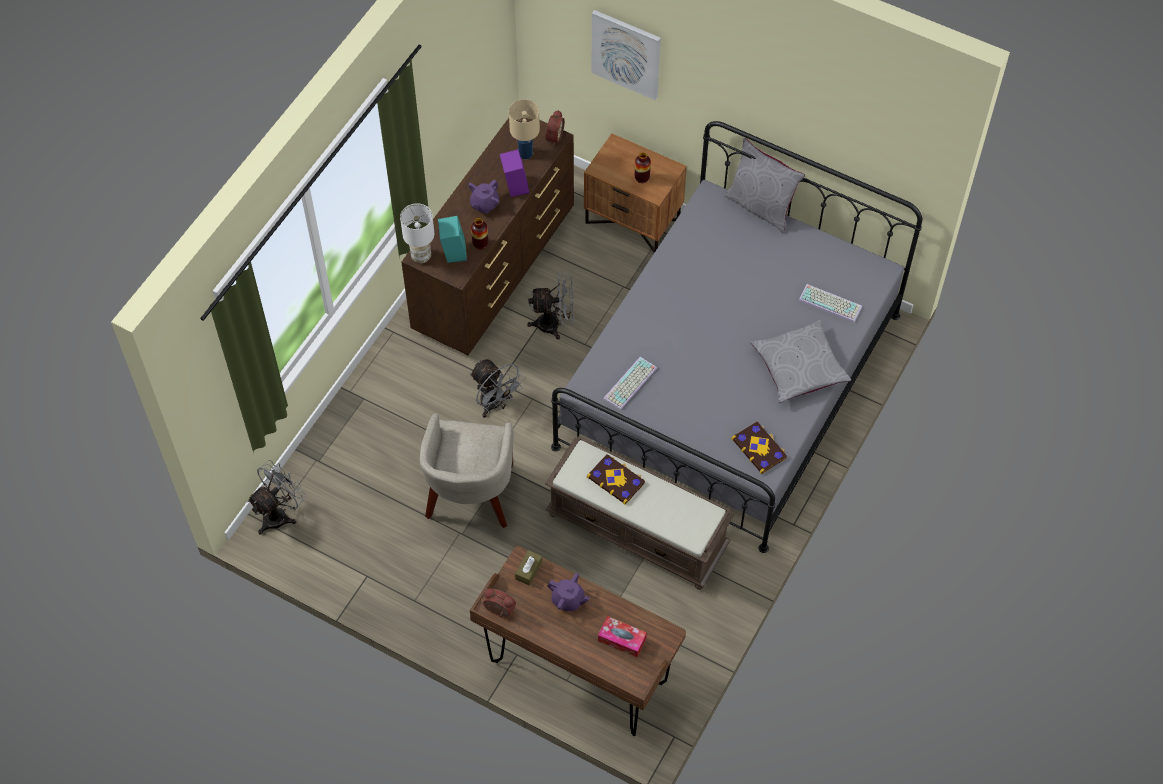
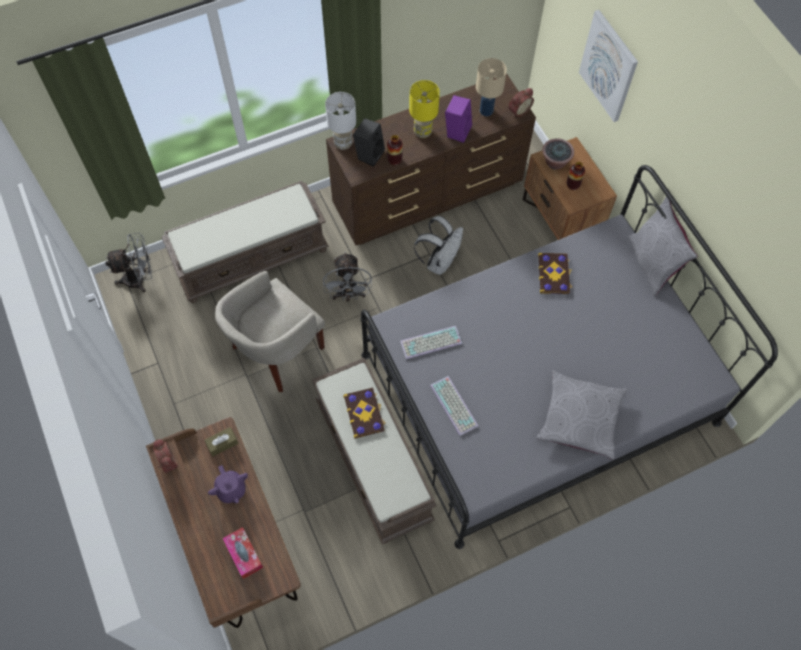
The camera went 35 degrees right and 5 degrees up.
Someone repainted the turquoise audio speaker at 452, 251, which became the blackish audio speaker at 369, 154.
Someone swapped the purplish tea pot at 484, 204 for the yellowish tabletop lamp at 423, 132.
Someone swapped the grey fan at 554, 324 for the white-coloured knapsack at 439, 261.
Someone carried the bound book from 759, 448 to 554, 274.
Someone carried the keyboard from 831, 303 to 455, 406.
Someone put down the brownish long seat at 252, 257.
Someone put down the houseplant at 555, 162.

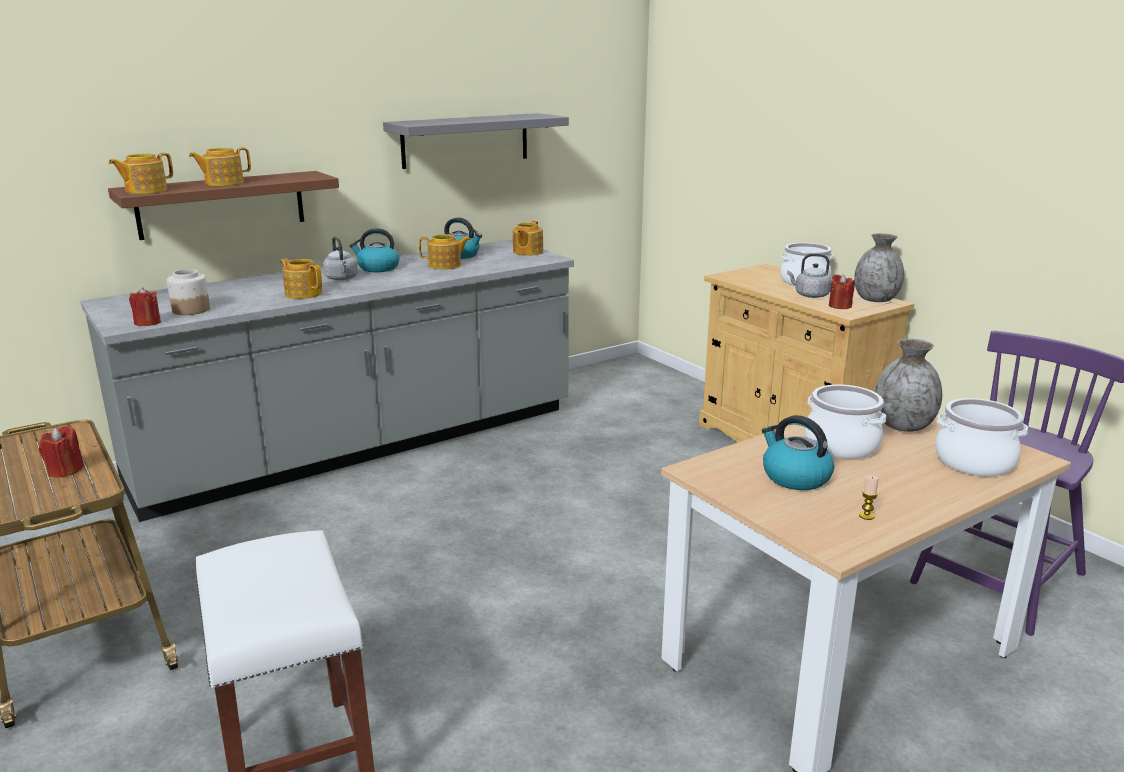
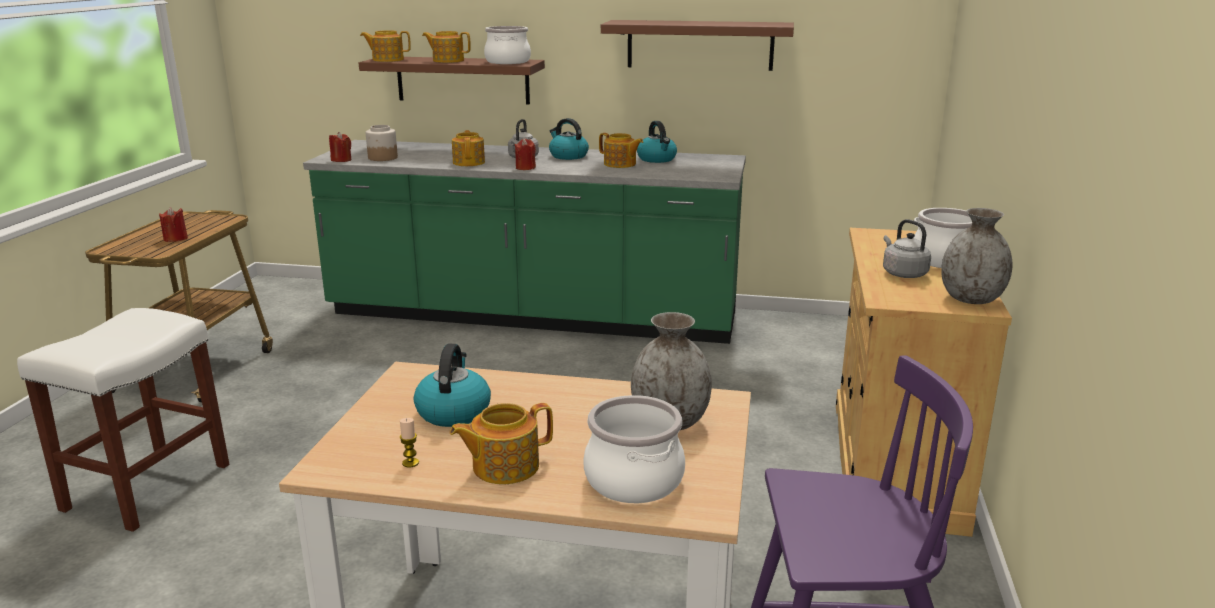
The camera went 45 degrees right and 0 degrees up.
Someone repainted the grey kitchen base unit at 362, 446, which became the green kitchen base unit at 533, 316.
Someone repainted the grey shelf at 465, 140, which became the brownish shelf at 700, 45.
Someone carried the tea pot from 527, 252 to 504, 466.
Someone carried the saucepot from 840, 446 to 507, 62.
Someone carried the red wax light from 840, 306 to 525, 168.

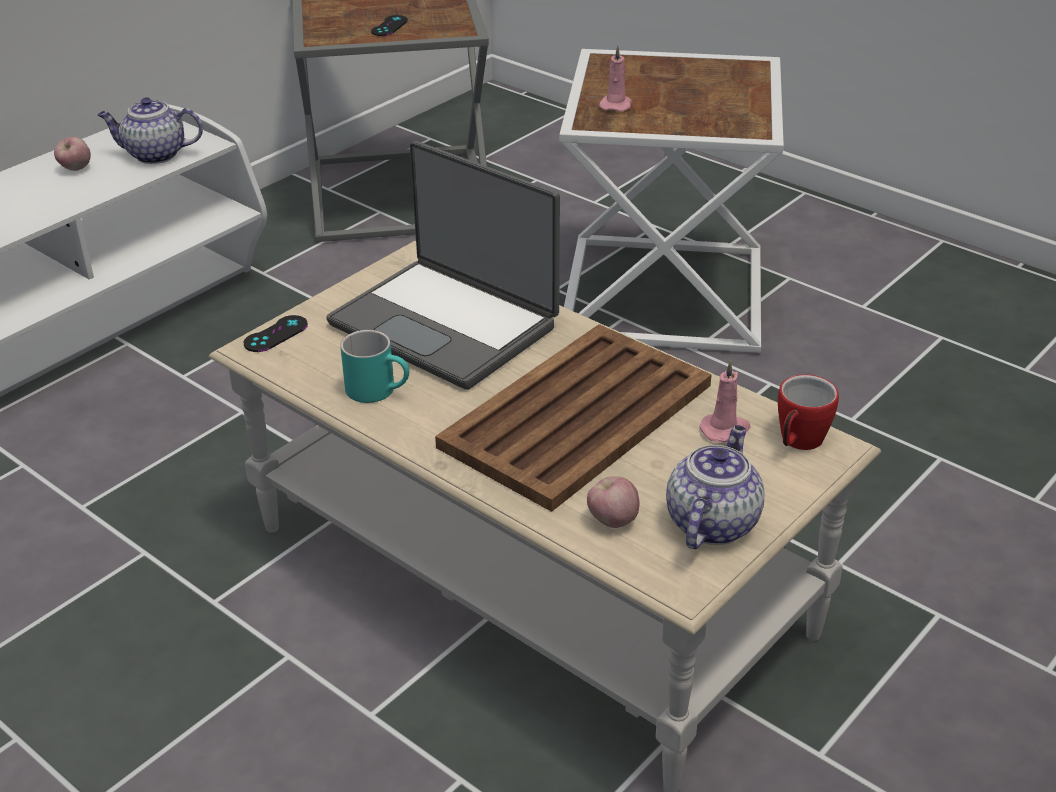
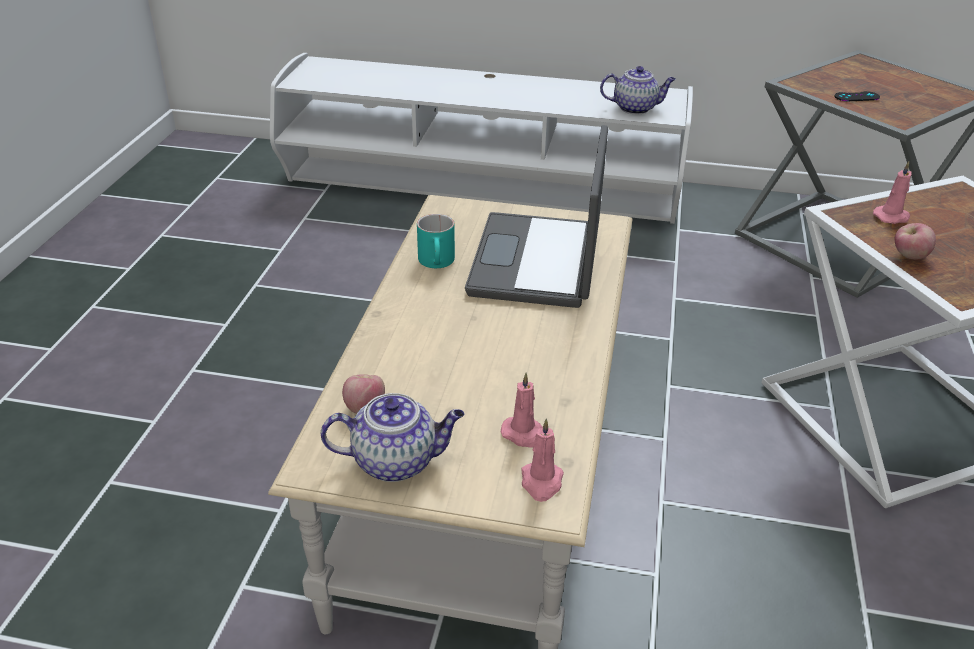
The camera went 60 degrees right and 0 degrees up.
Someone carried the apple from 76, 169 to 909, 257.
Someone rotated the tea pot at 154, 155 by 120 degrees clockwise.
Someone took away the blackish gamepad at 276, 334.
Someone took away the brownish tray at 574, 417.
Someone swapped the mug at 798, 442 for the pink wax light at 541, 482.

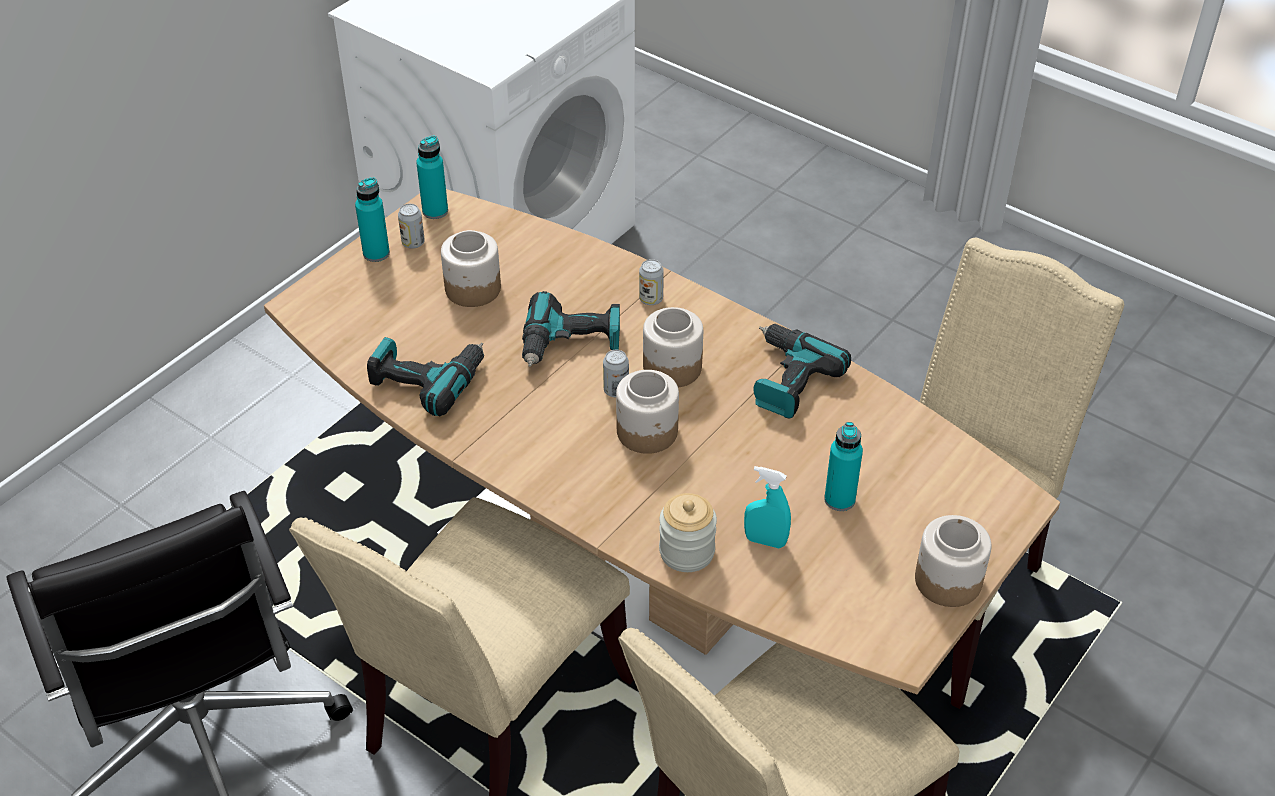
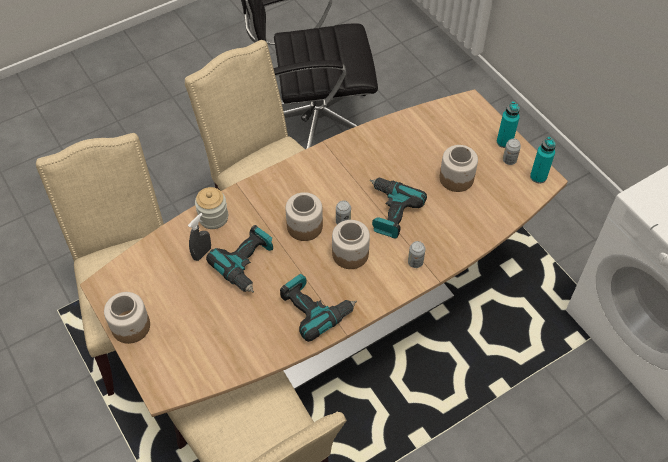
The camera went 110 degrees right and 10 degrees up.
Someone carried the drill from 427, 379 to 247, 264.
Someone repainted the turquoise sprayer at 765, 541, which became the grey sprayer at 202, 253.
Someone took away the turquoise beverage bottle at 839, 499.

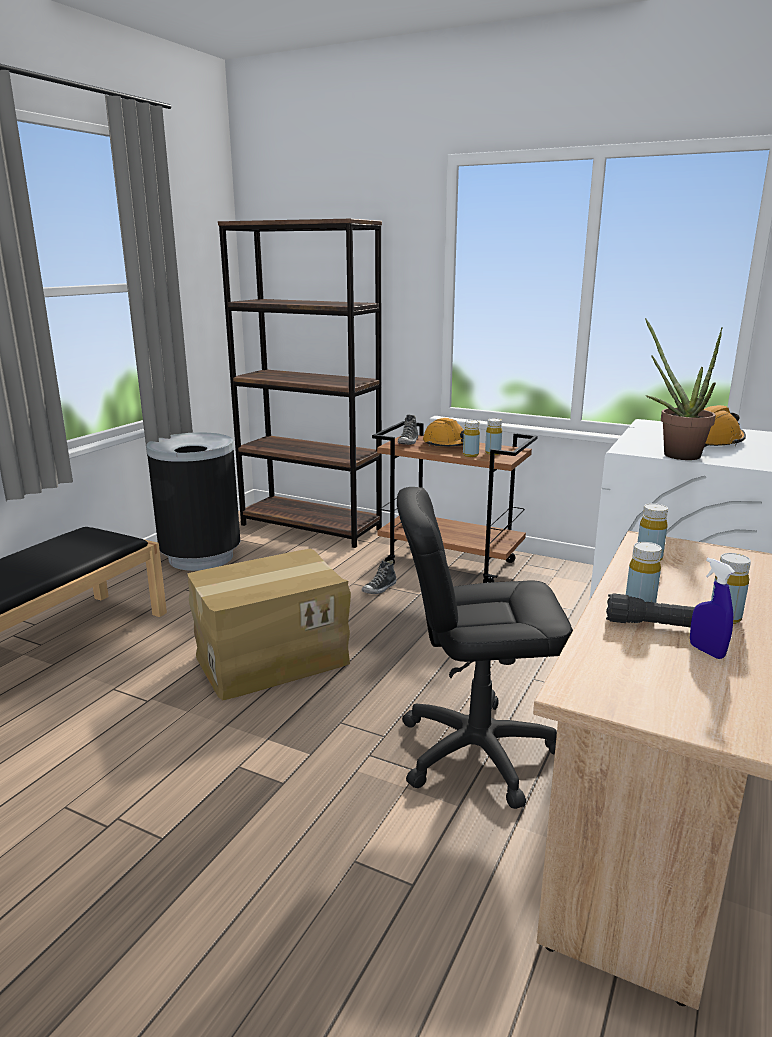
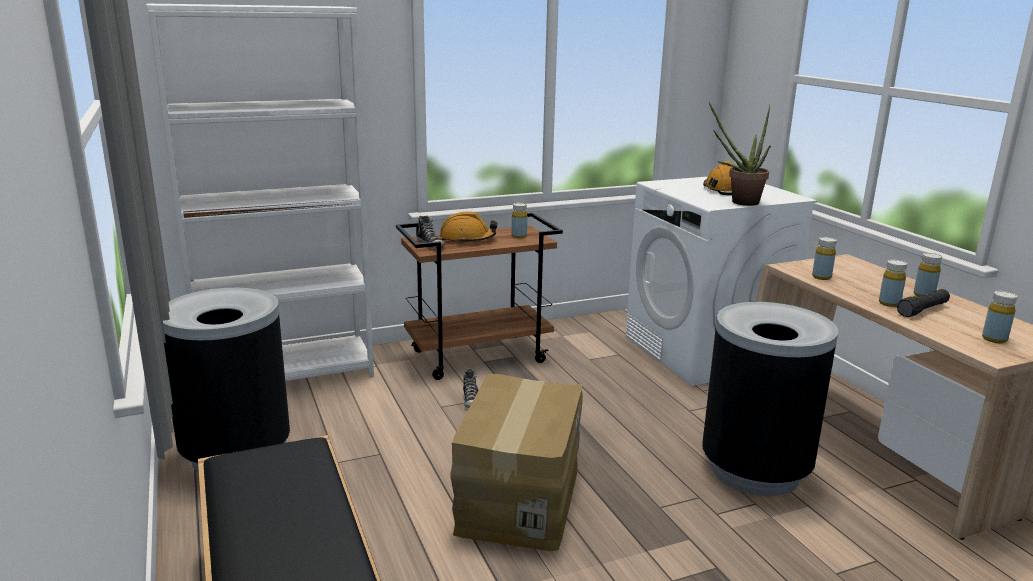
The camera went 50 degrees left and 0 degrees up.
Someone repainted the brownish bookshelf at 311, 527, which became the white-coloured bookshelf at 287, 375.
Someone swapped the blackish computer chair at 476, 751 for the blackish rubbish bin at 754, 471.
Someone carried the yellowish beverage bottle from 470, 455 to 994, 339.
Someone took away the bluish sprayer at 706, 651.

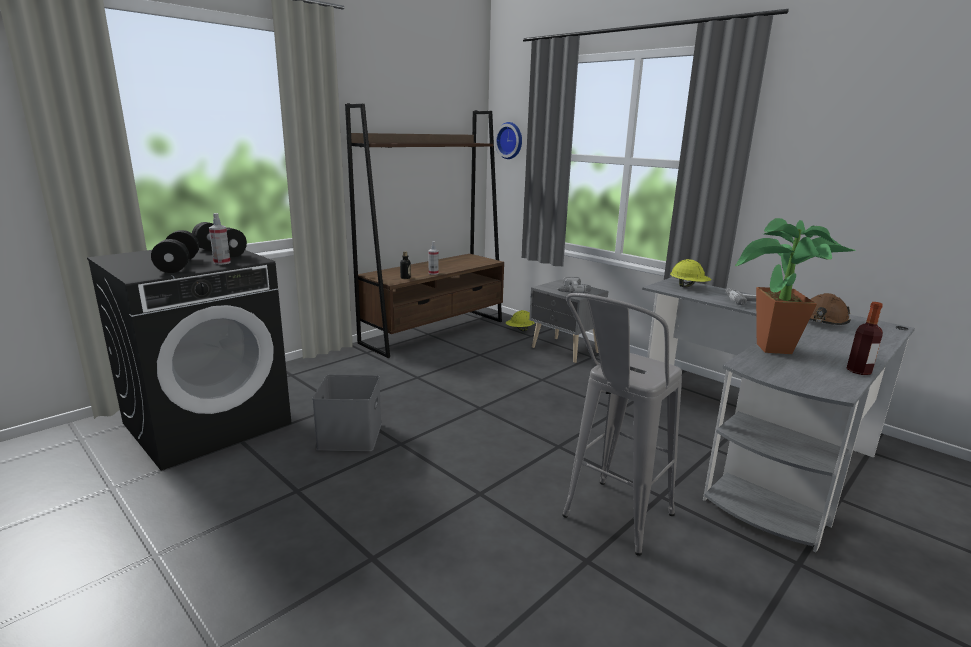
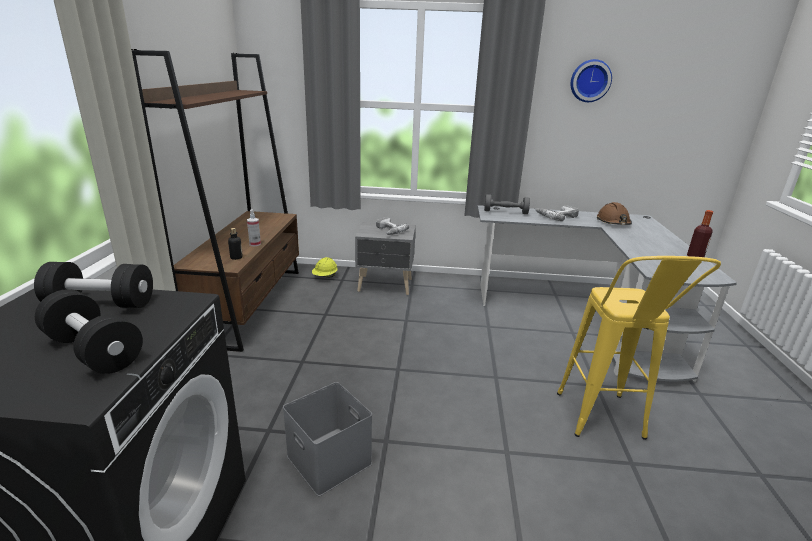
The camera went 40 degrees left and 5 degrees up.
Someone took away the sprayer at 222, 262.
Someone carried the wall clock from 510, 140 to 590, 81.
Someone repainted the grey sitting stool at 610, 524, which became the yellowish sitting stool at 604, 425.
Someone swapped the yellowish work helmet at 688, 287 for the grey dumbbell at 505, 212.
Someone took away the houseplant at 772, 351.

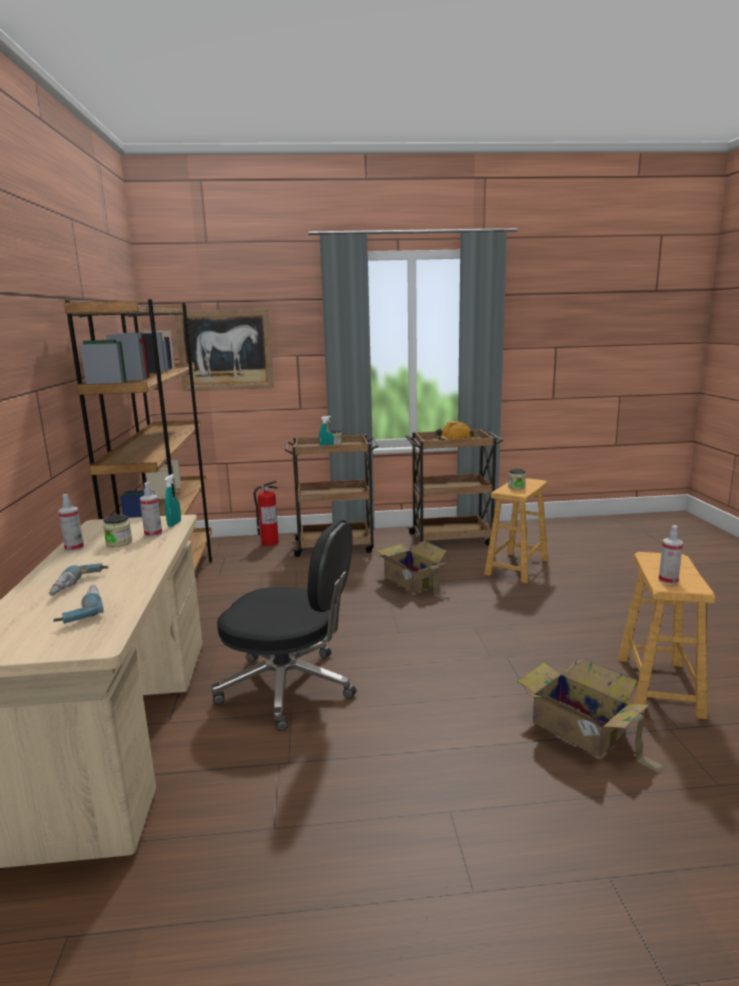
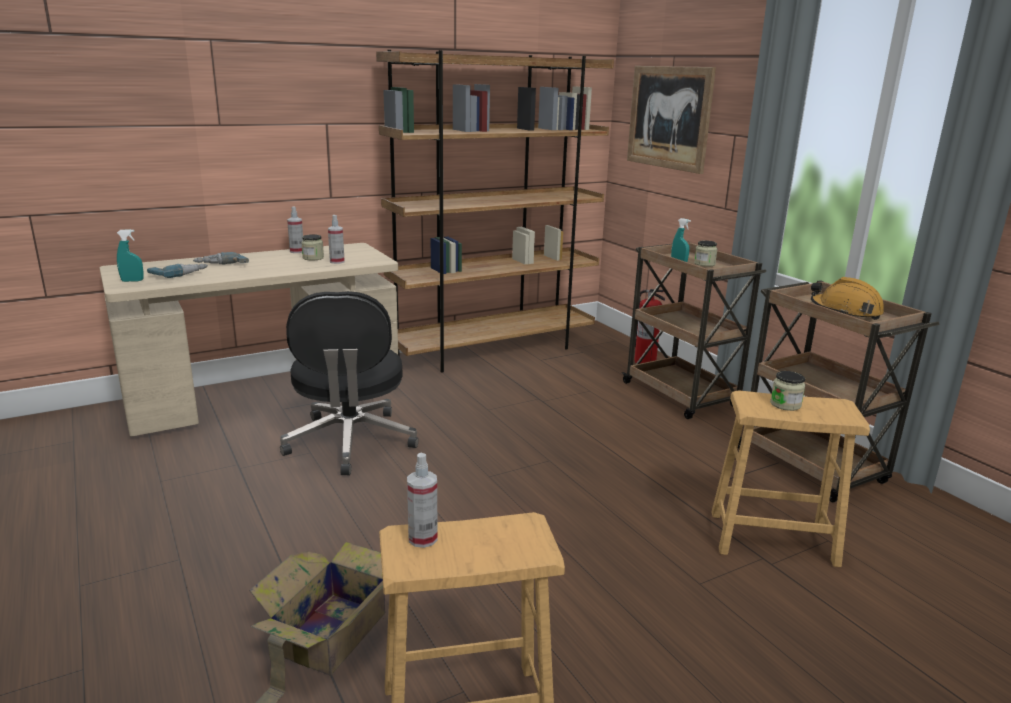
The camera went 65 degrees right and 5 degrees up.
Someone carried the turquoise sprayer from 174, 524 to 132, 281.
Someone took away the packing box at 412, 582.

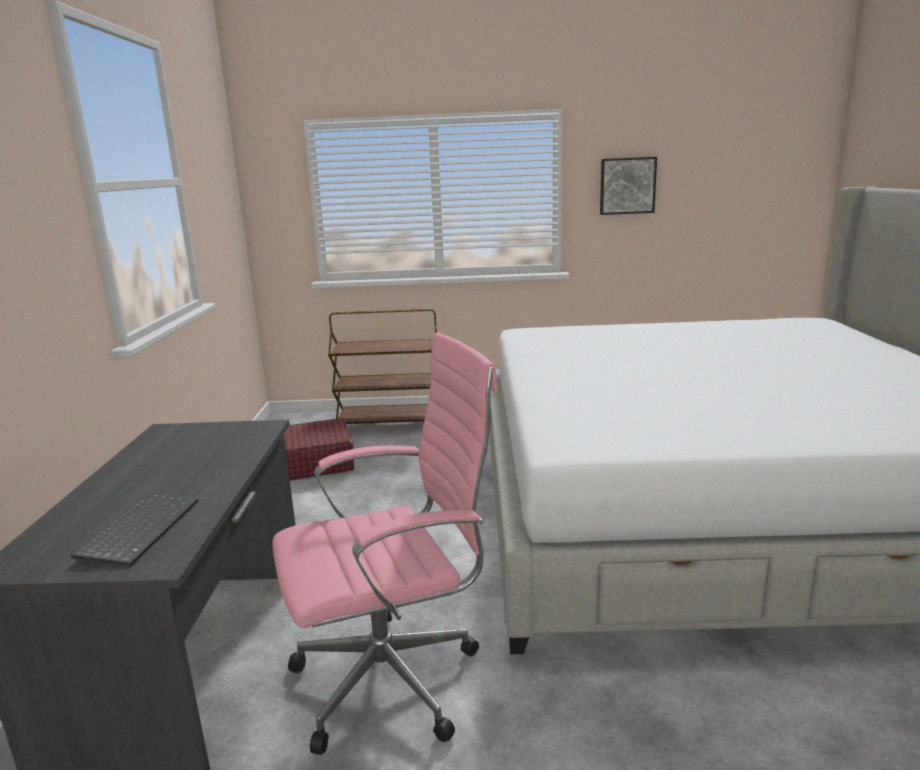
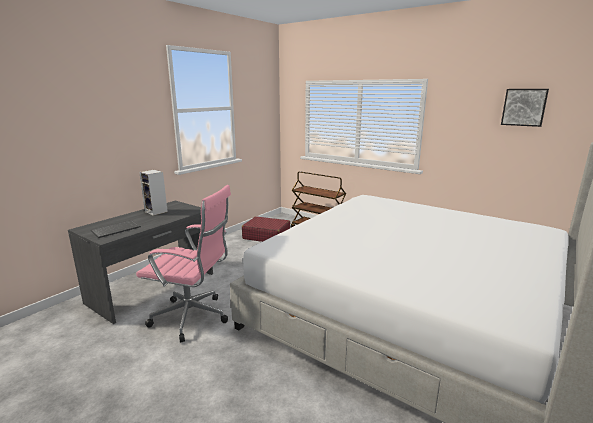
The camera went 35 degrees right and 0 degrees up.
Someone carried the wall art from 627, 185 to 524, 107.
Someone put down the audio speaker at 157, 212.

